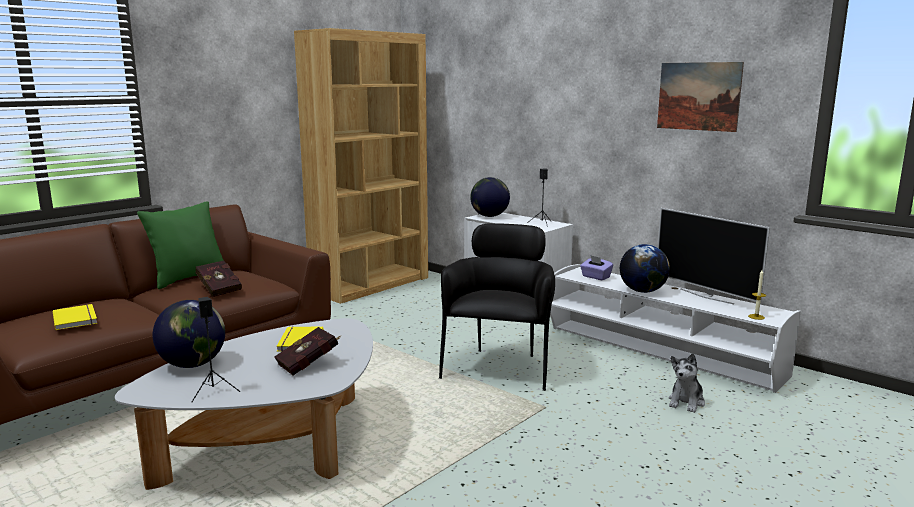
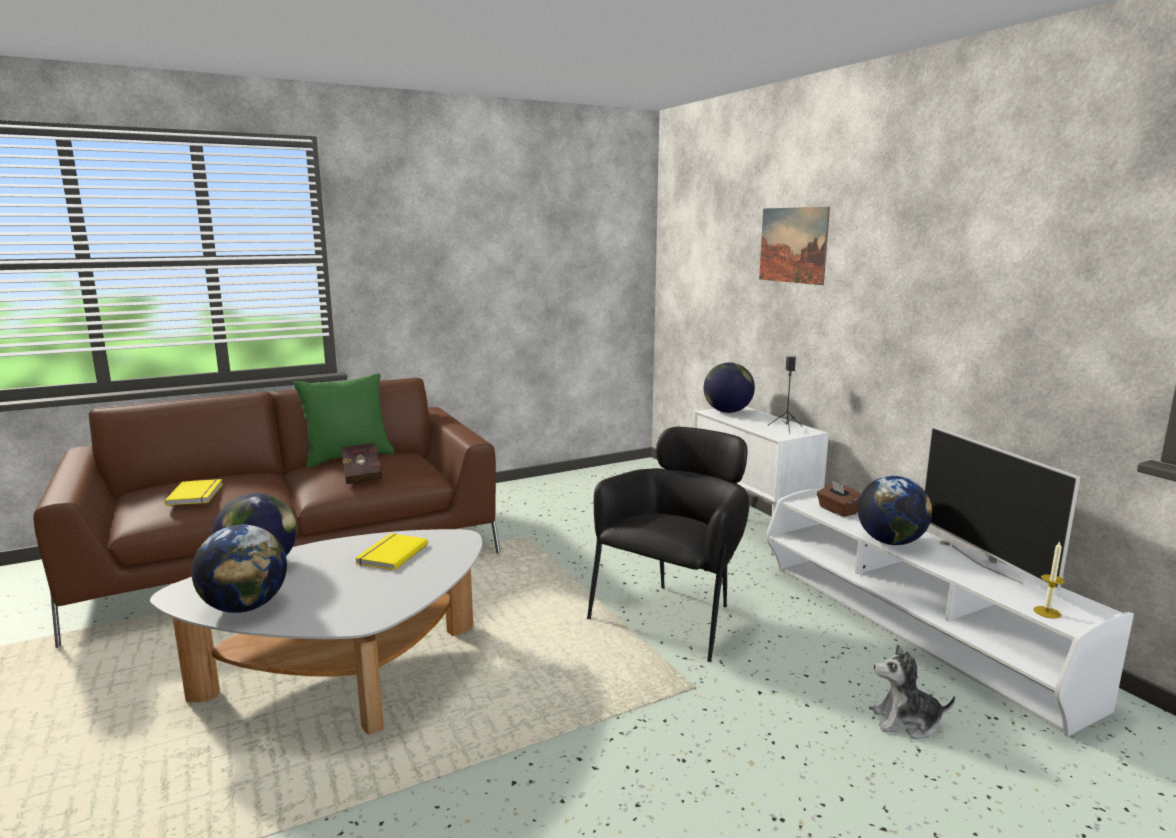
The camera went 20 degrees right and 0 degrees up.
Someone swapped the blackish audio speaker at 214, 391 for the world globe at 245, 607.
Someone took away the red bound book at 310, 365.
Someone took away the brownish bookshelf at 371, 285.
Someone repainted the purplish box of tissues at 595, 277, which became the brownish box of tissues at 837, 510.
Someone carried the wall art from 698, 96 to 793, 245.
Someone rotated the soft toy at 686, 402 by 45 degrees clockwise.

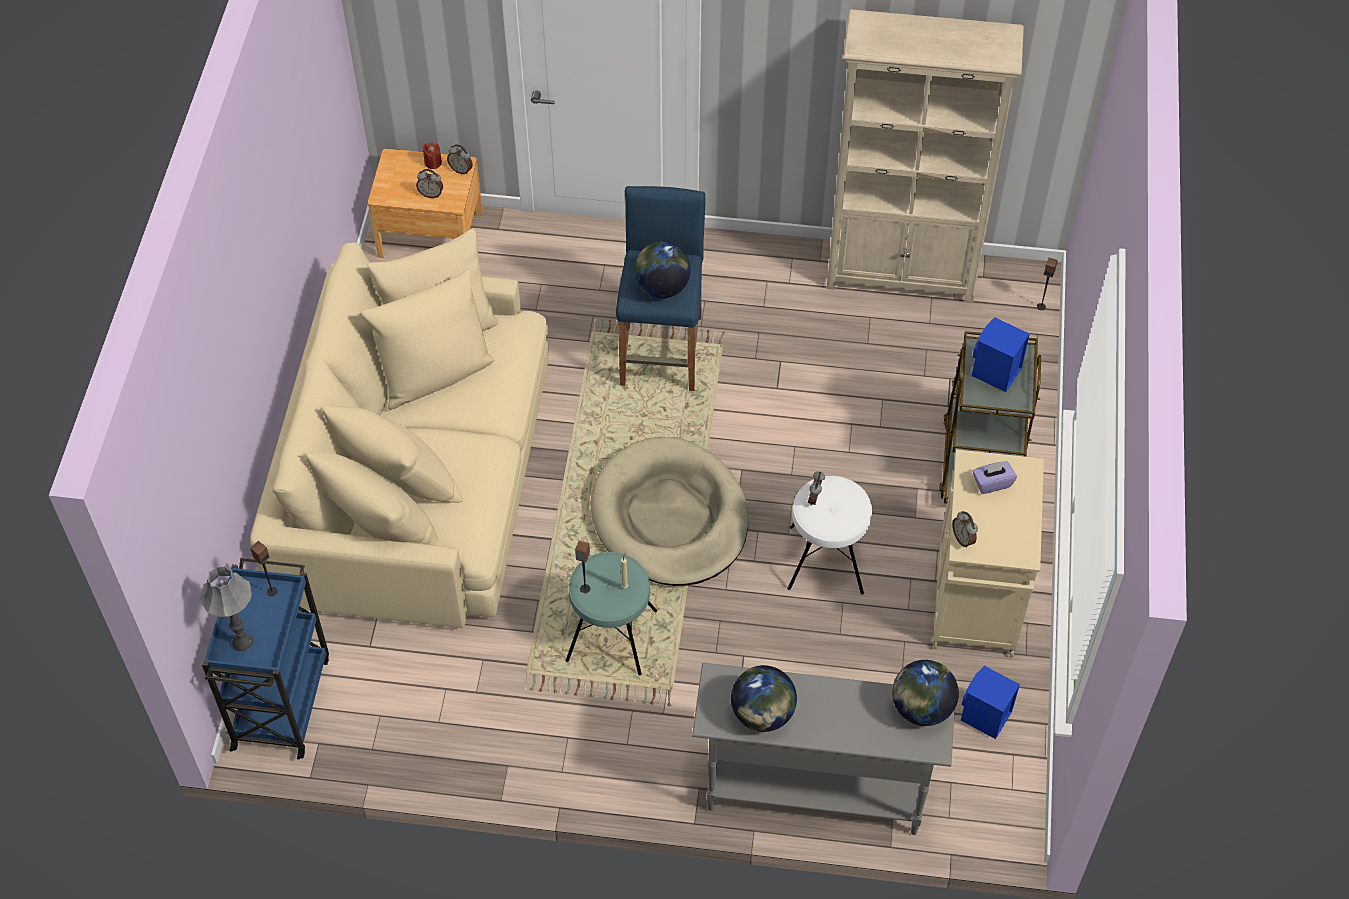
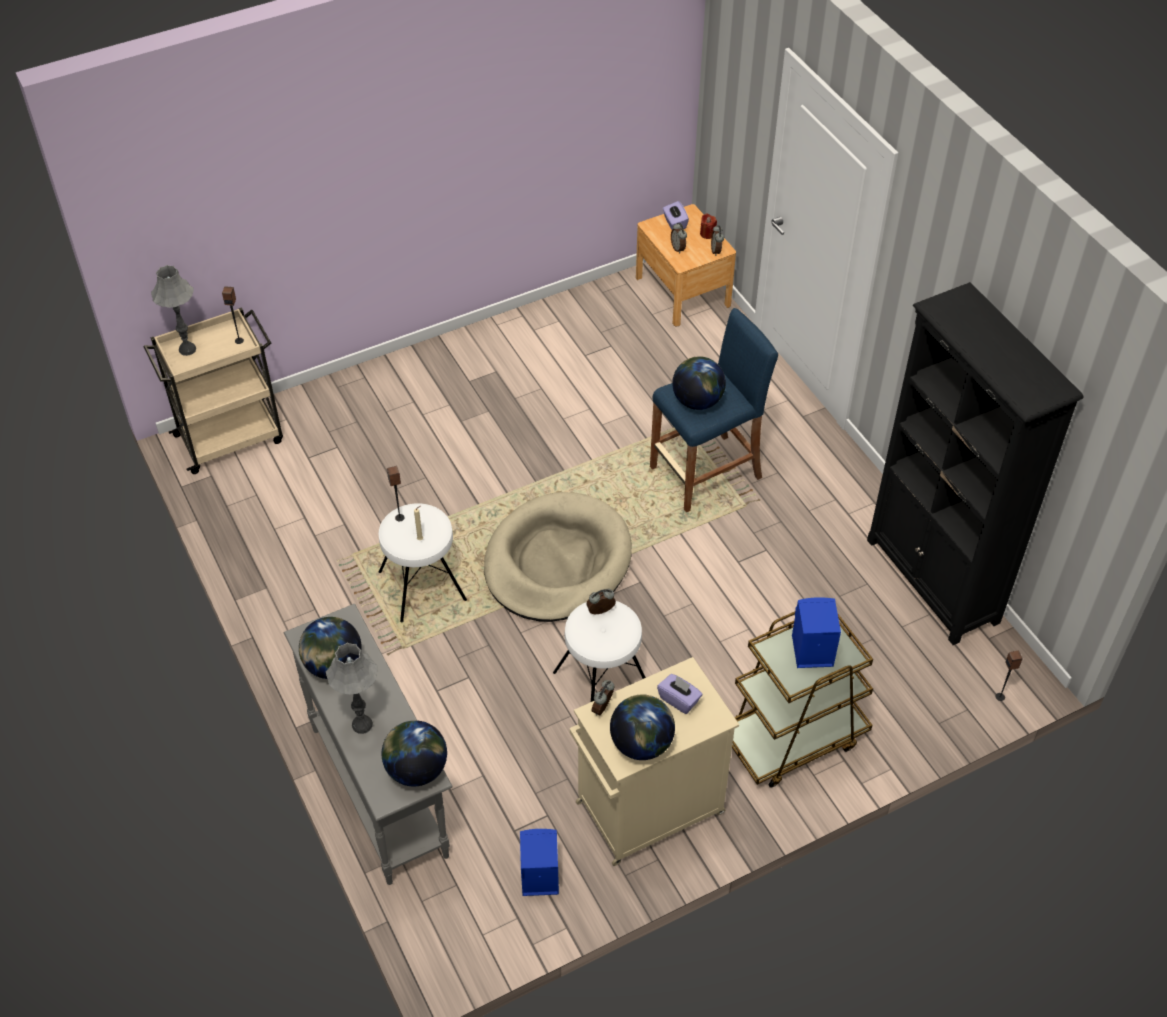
The camera went 55 degrees right and 5 degrees down.
Someone repainted the bluish wheeled cart at 282, 700, which became the sand-coloured wheeled cart at 231, 438.
Someone took away the sand-coloured settee at 415, 476.
Someone repainted the turquoise sitting stool at 611, 635, which became the white-coloured sitting stool at 422, 586.
Someone repainted the sand-coloured bookshelf at 902, 274, which became the blackish bookshelf at 933, 581.
Someone put down the grey tabletop lamp at 362, 724.
Someone put down the world globe at 641, 743.
Someone put down the purplish box of tissues at 674, 223.

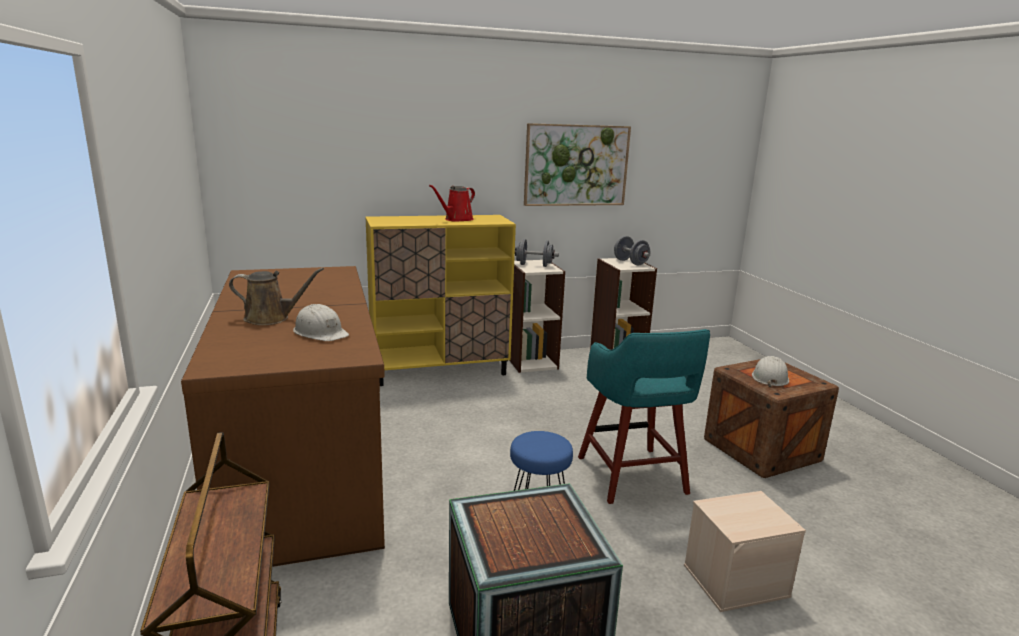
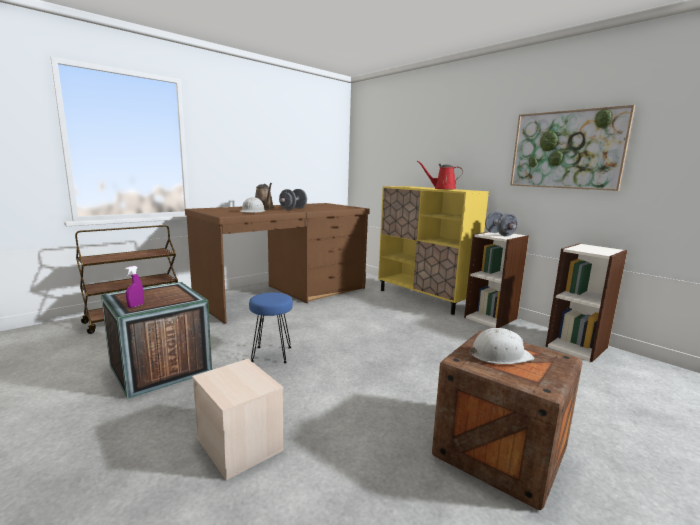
The camera went 65 degrees right and 5 degrees down.
Someone took away the turquoise sitting stool at 632, 477.
Someone carried the grey dumbbell from 630, 262 to 293, 209.
Someone put down the purplish sprayer at 136, 306.

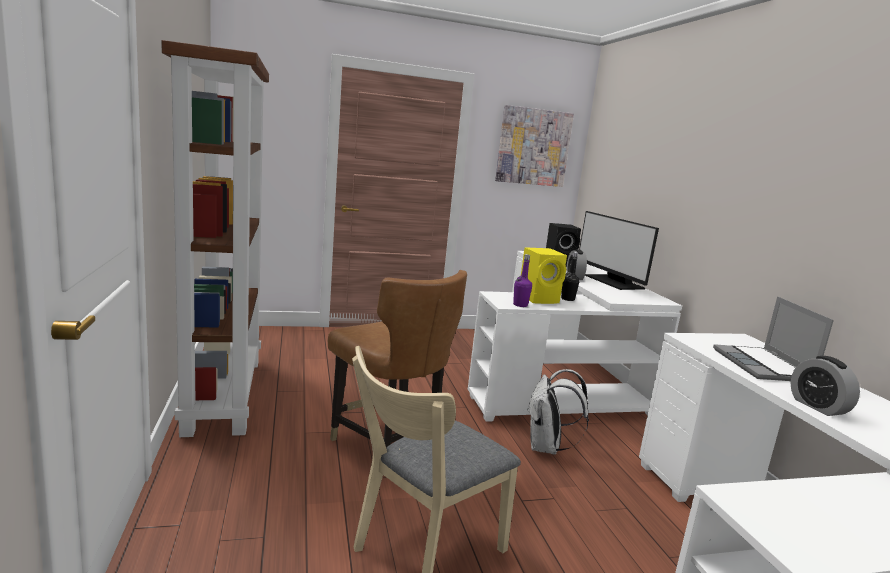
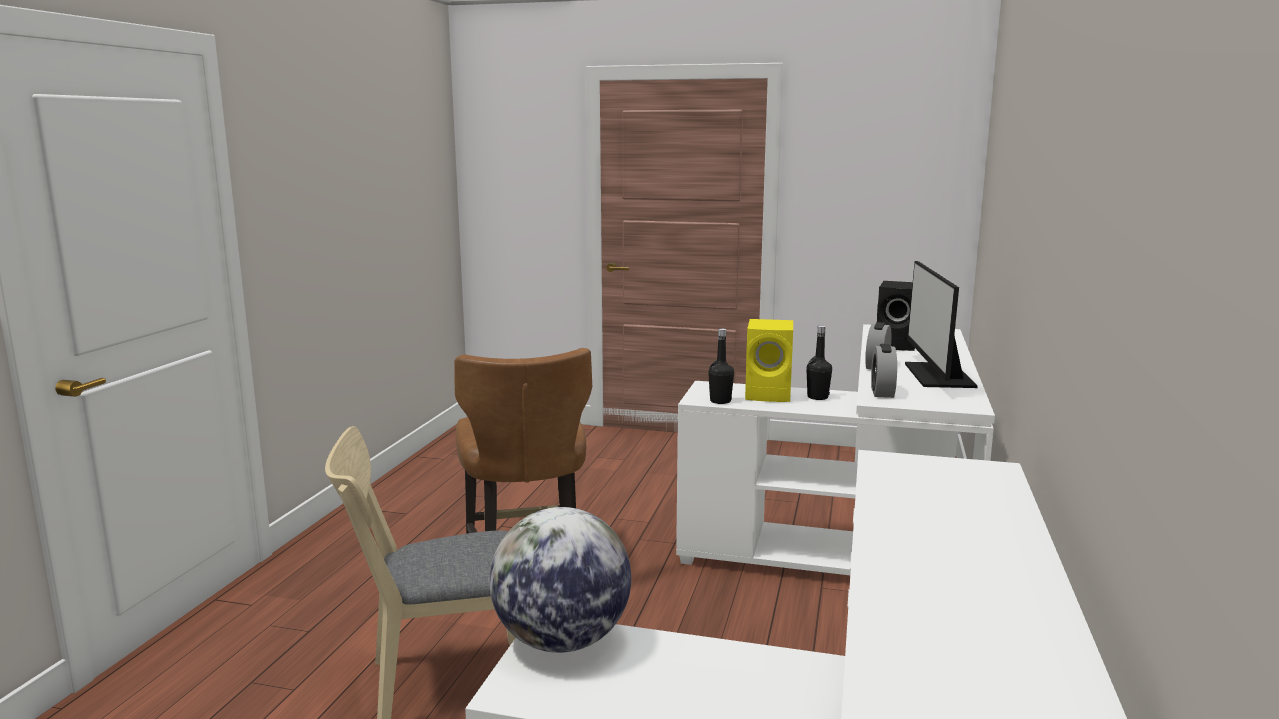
The camera went 30 degrees right and 0 degrees up.
Someone took away the brownish bookshelf at 223, 394.
Someone took away the wall art at 533, 147.
Someone repainted the purplish beverage bottle at 520, 305, which became the blackish beverage bottle at 720, 401.
Someone took away the white-coloured knapsack at 547, 448.
Someone took away the laptop at 763, 366.
Someone carried the alarm clock from 818, 407 to 882, 392.
Someone put down the world globe at 562, 641.

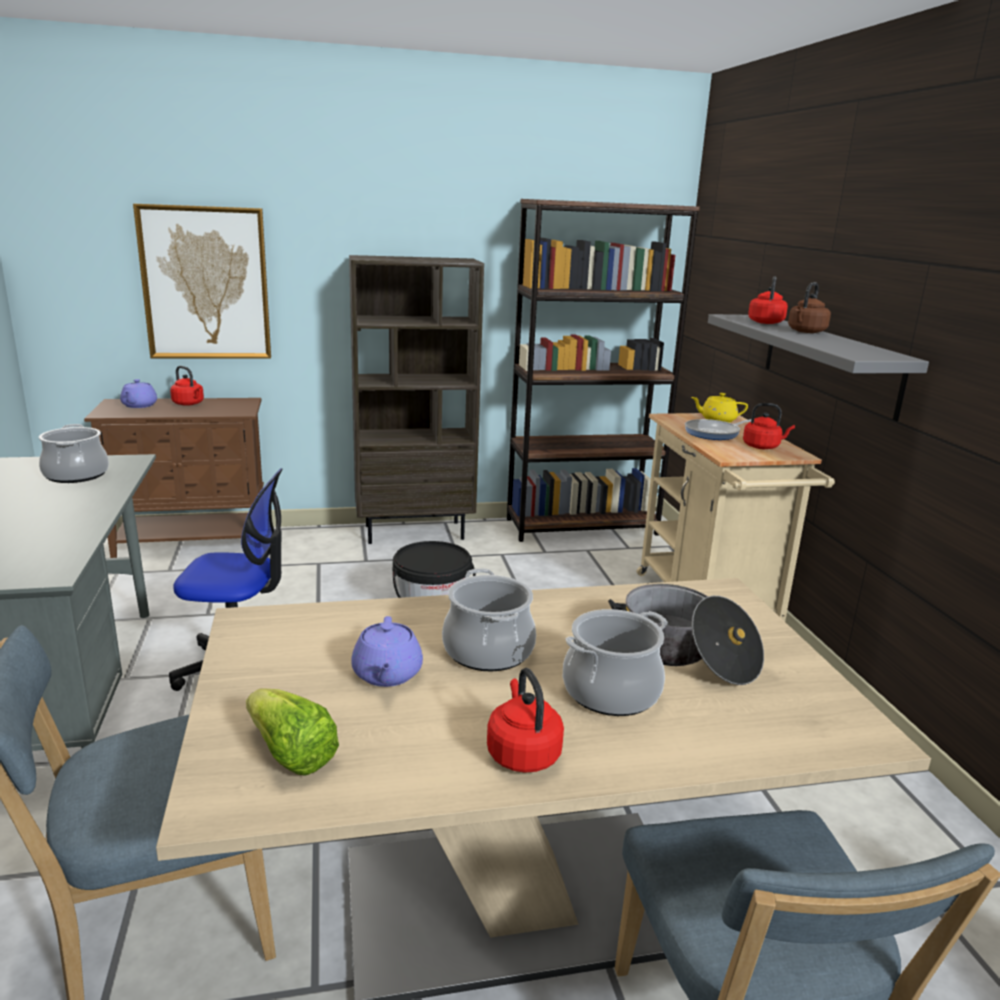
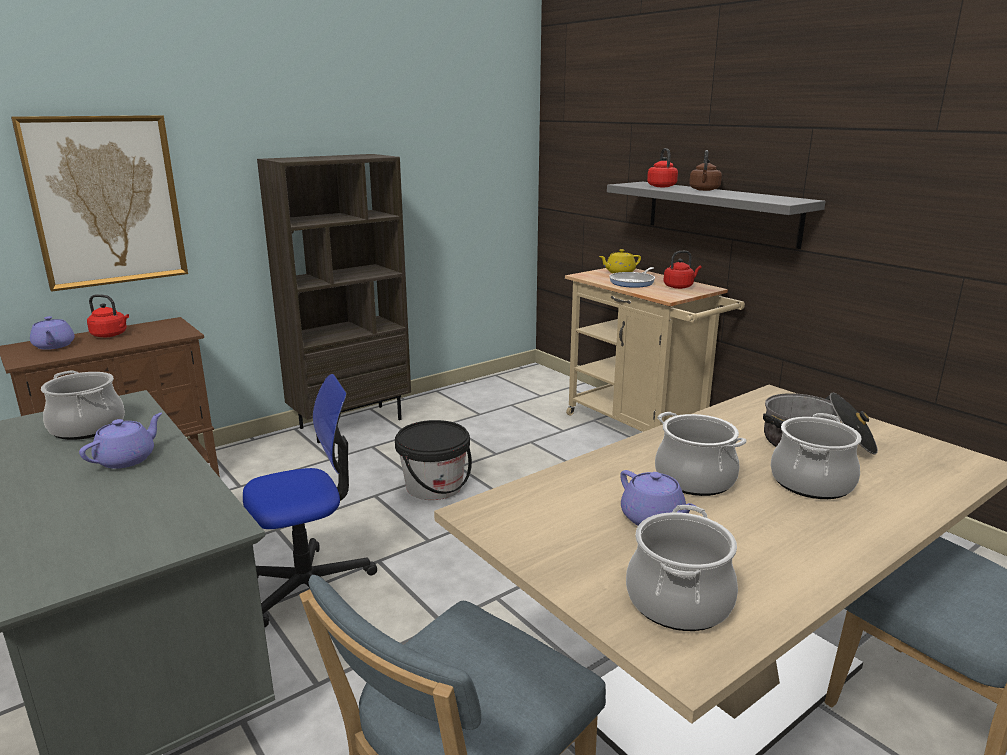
The camera went 25 degrees left and 0 degrees up.
Someone swapped the head of lettuce at 290, 754 for the saucepot at 679, 602.
Someone took away the red kettle at 522, 753.
Someone took away the brownish bookshelf at 582, 526.
Someone put down the purplish tea pot at 127, 459.

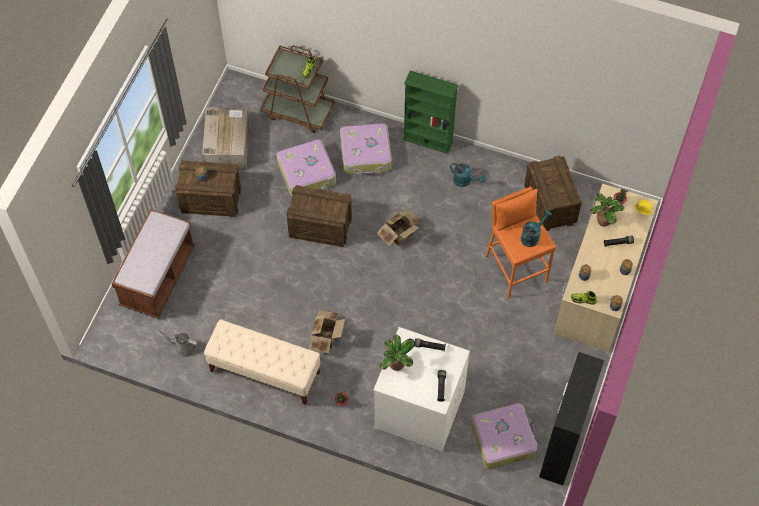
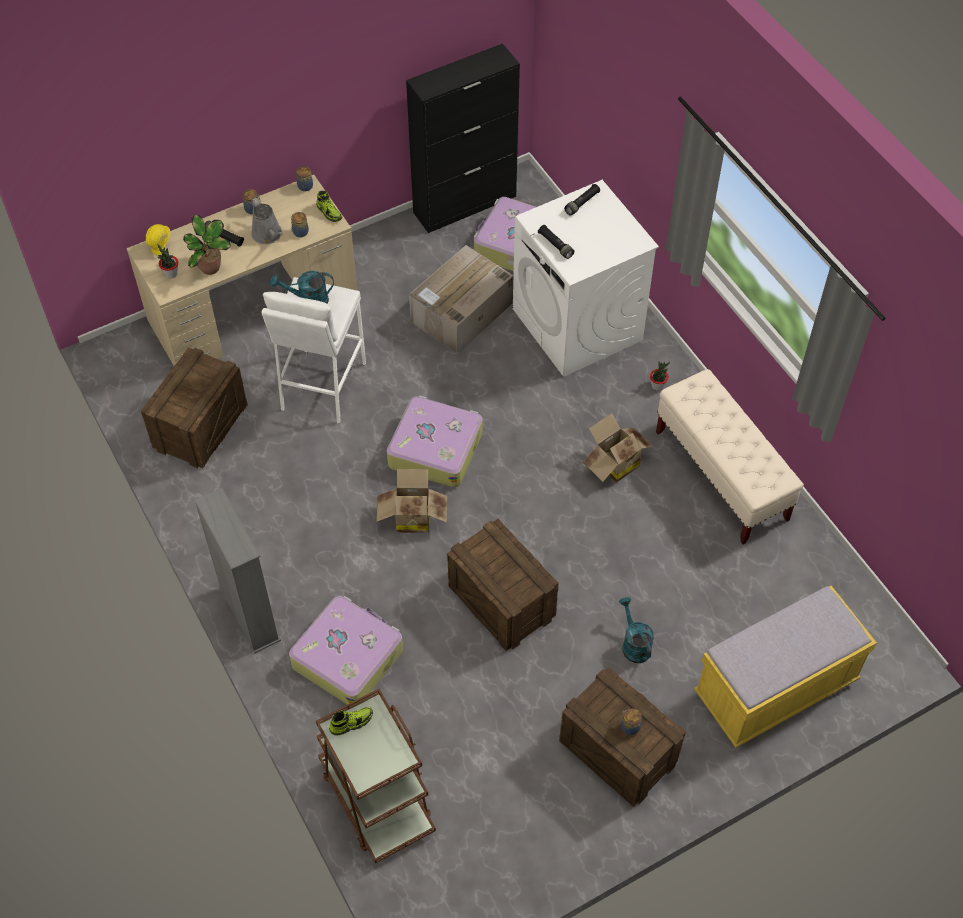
The camera went 140 degrees left and 5 degrees down.
Someone repainted the brownish long seat at 158, 277, which became the yellowish long seat at 775, 688.
Someone carried the grey sprinkling can from 182, 347 to 268, 235.
Someone carried the packing box from 227, 146 to 461, 313.
Someone carried the suitcase from 307, 173 to 435, 448.
Someone took away the houseplant at 397, 365.
Someone repainted the green bookshelf at 428, 140, which became the grey bookshelf at 249, 614.
Someone carried the turquoise sprinkling can from 465, 181 to 634, 644.
Someone repainted the orange-coloured sitting stool at 515, 269, which became the white-coloured sitting stool at 322, 386.

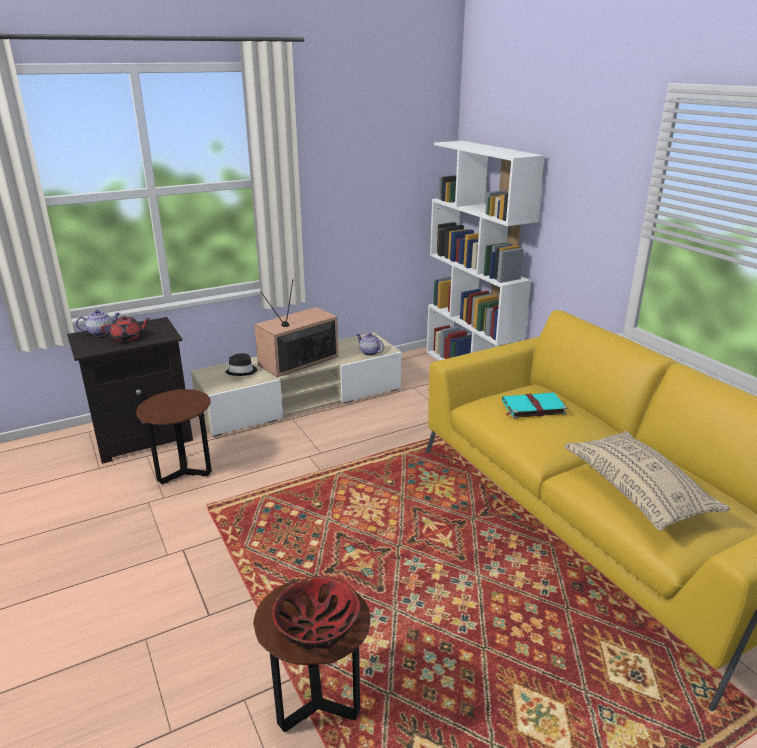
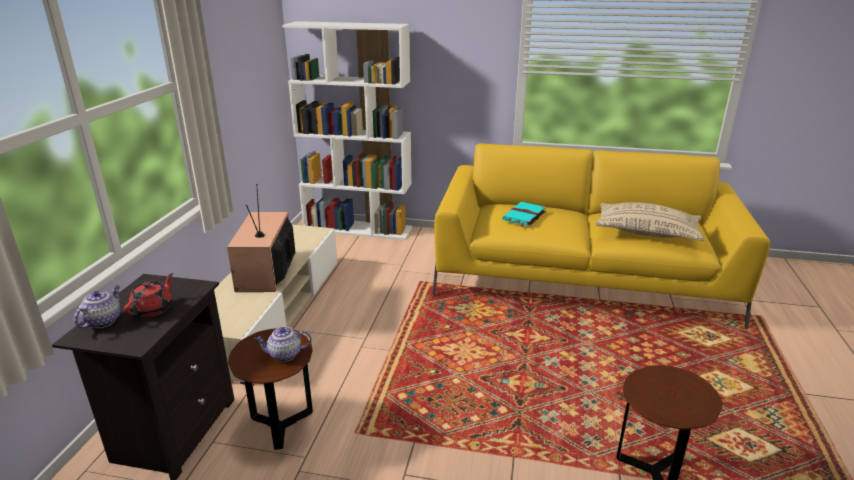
The camera went 50 degrees left and 0 degrees up.
Someone took away the blackish hat at 242, 371.
Someone took away the serving bowl at 317, 627.
Someone carried the tea pot from 369, 352 to 284, 355.

